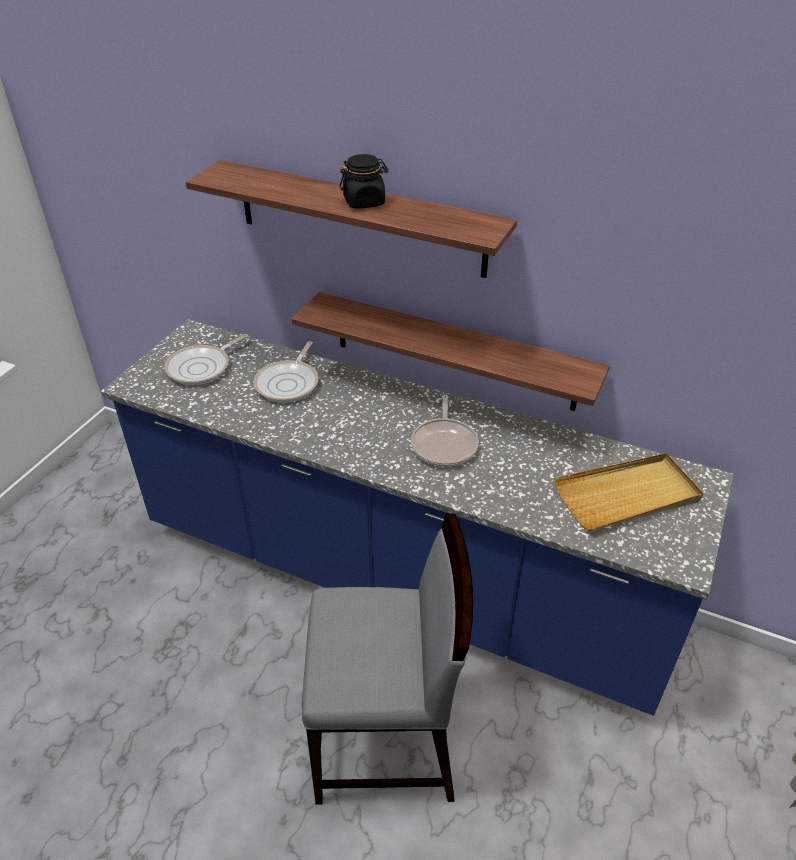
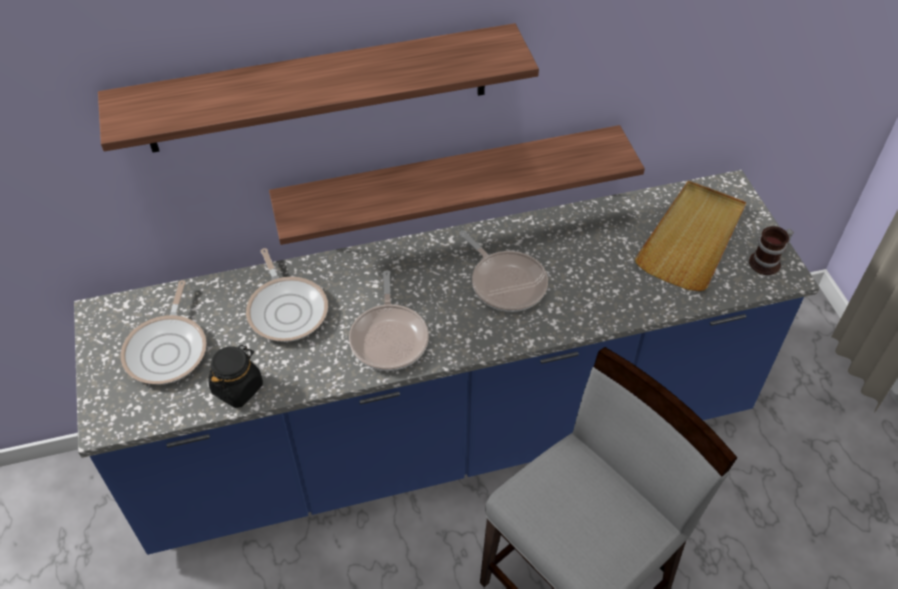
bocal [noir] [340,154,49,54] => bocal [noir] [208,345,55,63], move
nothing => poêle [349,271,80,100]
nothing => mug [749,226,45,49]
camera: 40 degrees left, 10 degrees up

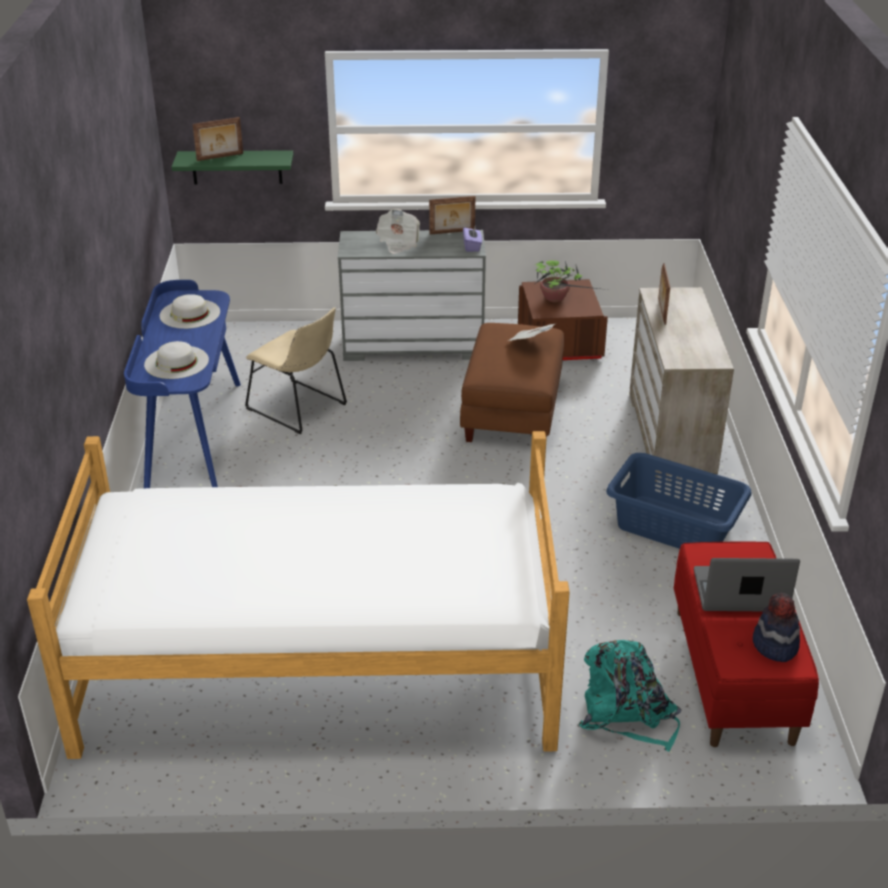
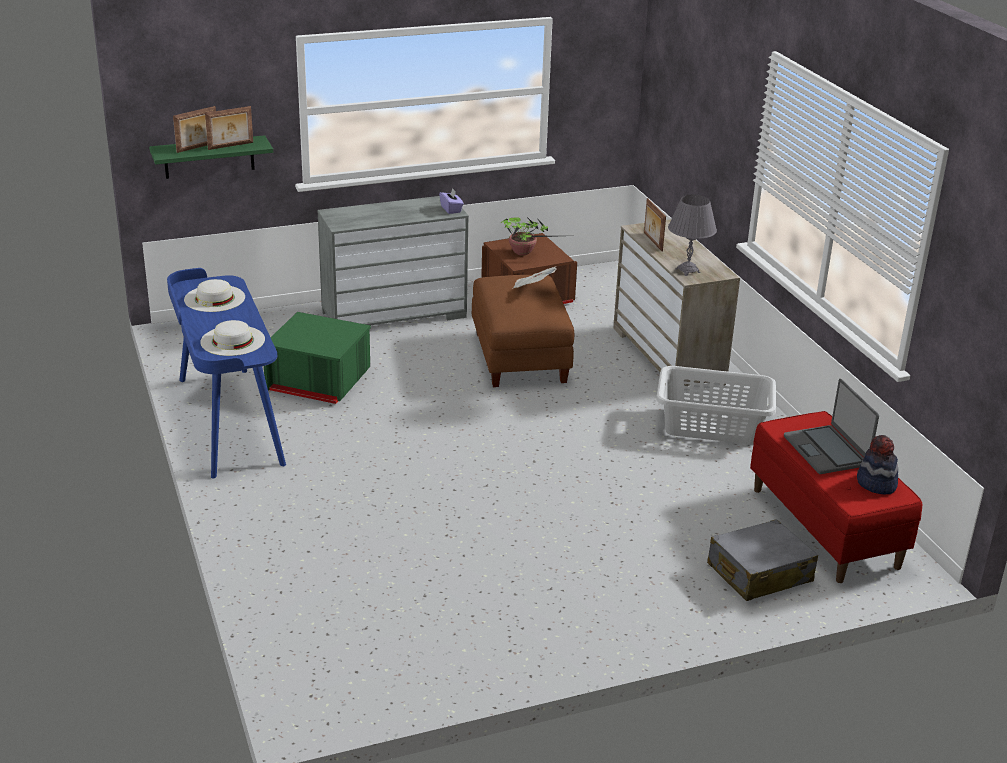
lit [27,431,543,328] => nothing
chaise [beige] [245,308,102,126] => boîte de rangement [vert] [264,312,107,92]
journal [376,209,44,45] => nothing
cadre photo [429,196,46,38] => cadre photo [205,106,48,44], move
sac à dos [turquoise] [578,640,103,112] => valise [gris] [707,519,111,82]
panier à linge [bleu] [606,453,146,96] => panier à linge [gris] [656,366,120,78]
ordinateur portable [694,558,106,53] => ordinateur portable [784,379,95,95], 90 degrees counterclockwise
nothing => lampe de table [gris] [668,195,49,81]
camera: 20 degrees left, 5 degrees down

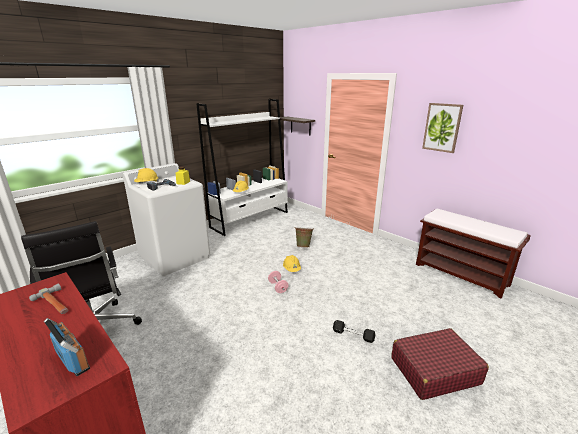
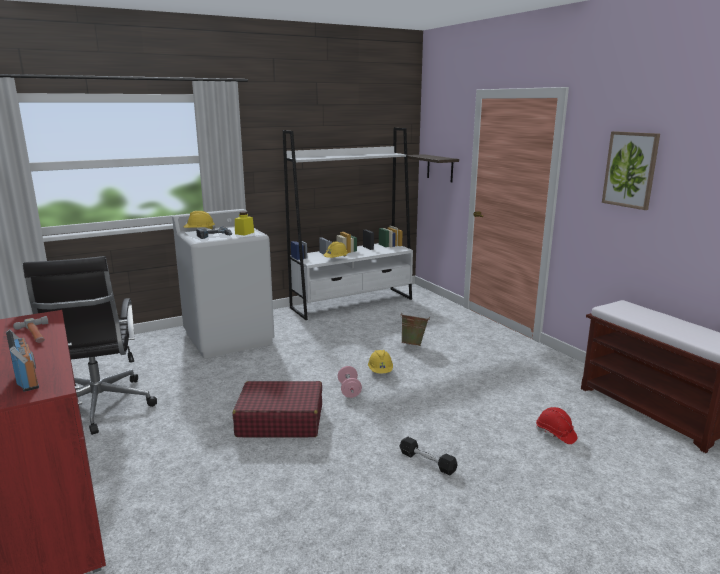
valise [rouge] [391,328,98,72] => valise [rouge] [233,381,89,56], move
nothing => casque de chantier [rouge] [536,407,41,37]
camera: 15 degrees right, 5 degrees down

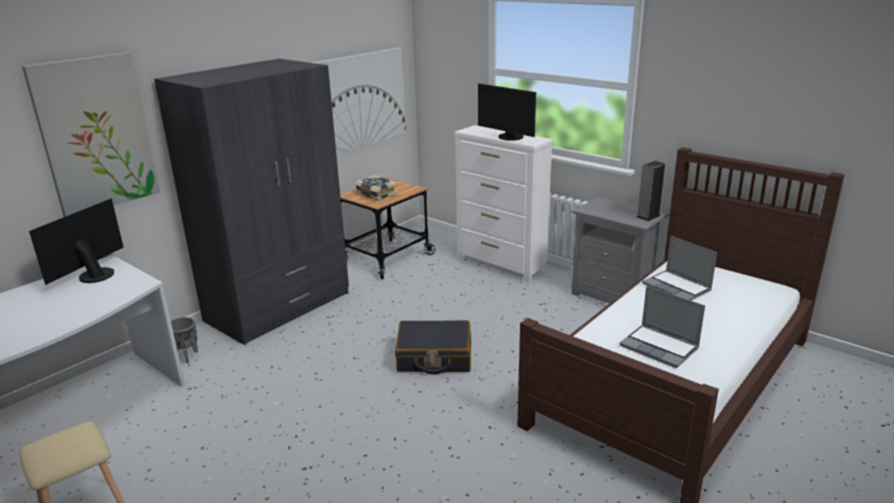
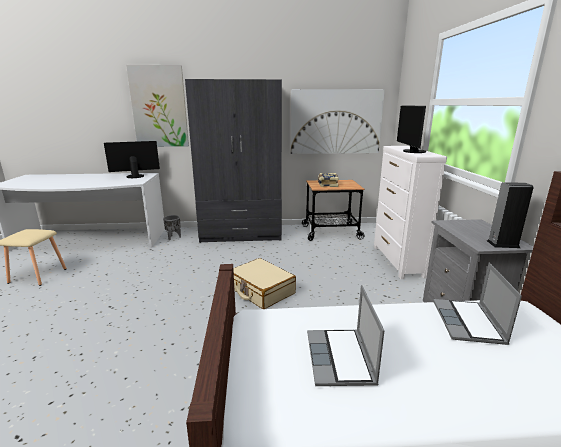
valise [noir] [395,320,76,54] => valise [beige] [233,258,63,51]
camera: 45 degrees right, 5 degrees down

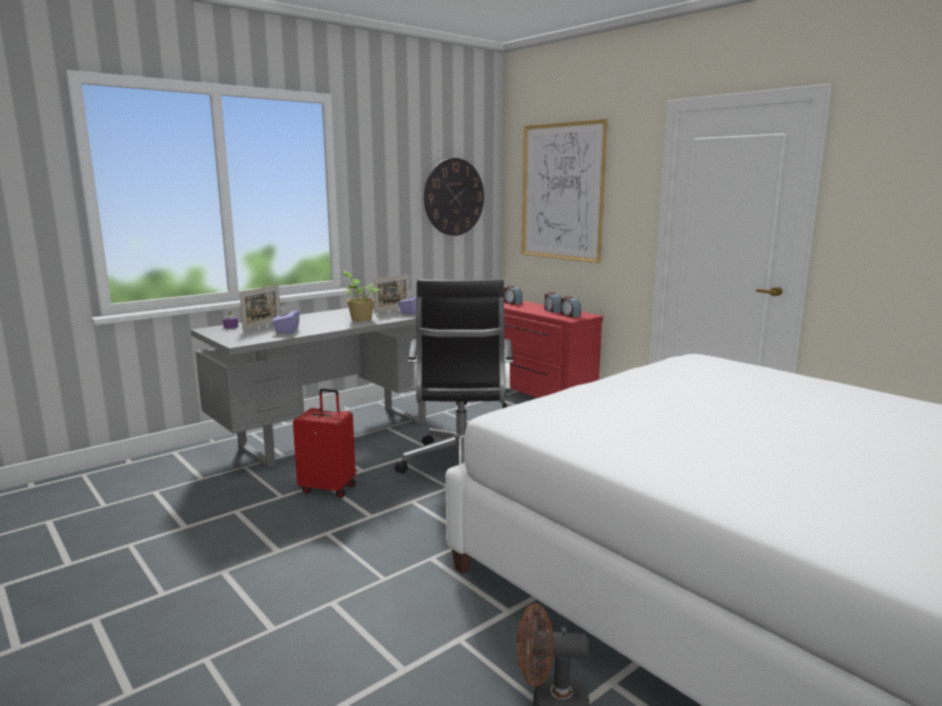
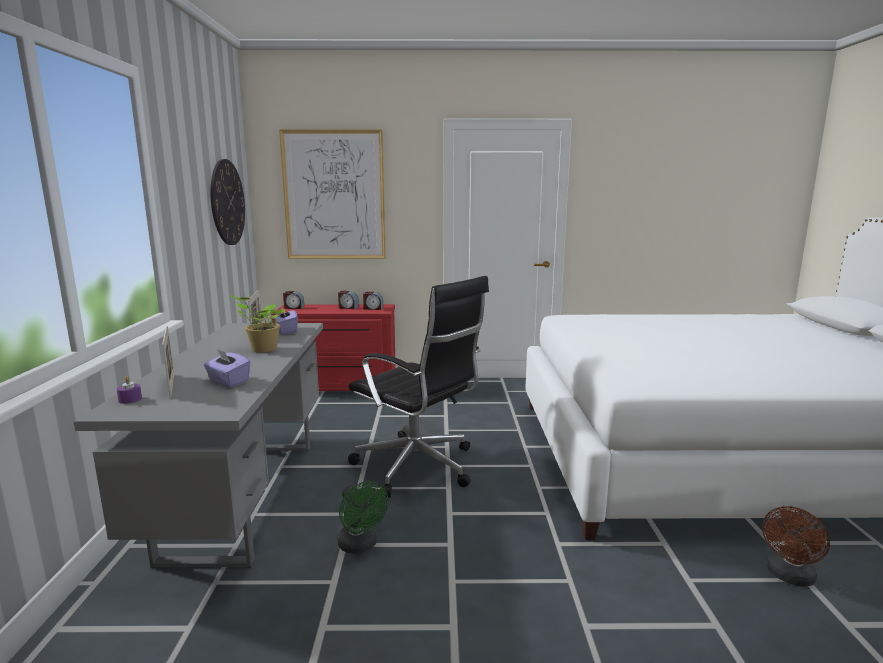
valise [rouge] [293,388,63,110] => ventilateur [vert] [337,481,51,72]
camera: 50 degrees left, 0 degrees up

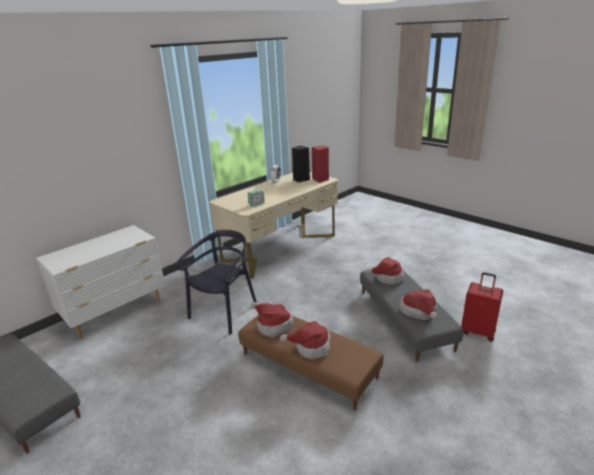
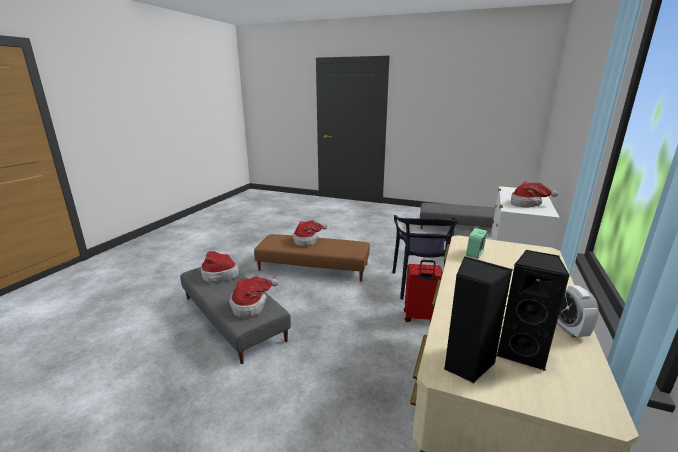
chapeau [251,302,43,35] => chapeau [511,181,47,27], move
enceinte [rouge] [312,146,17,37] => enceinte [noir] [444,256,69,127]
valise [rouge] [461,272,42,70] => valise [rouge] [404,260,39,62], move
camera: 155 degrees right, 5 degrees down

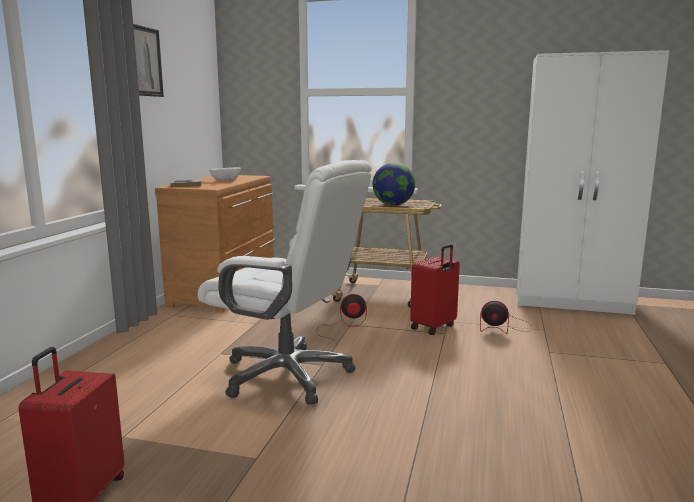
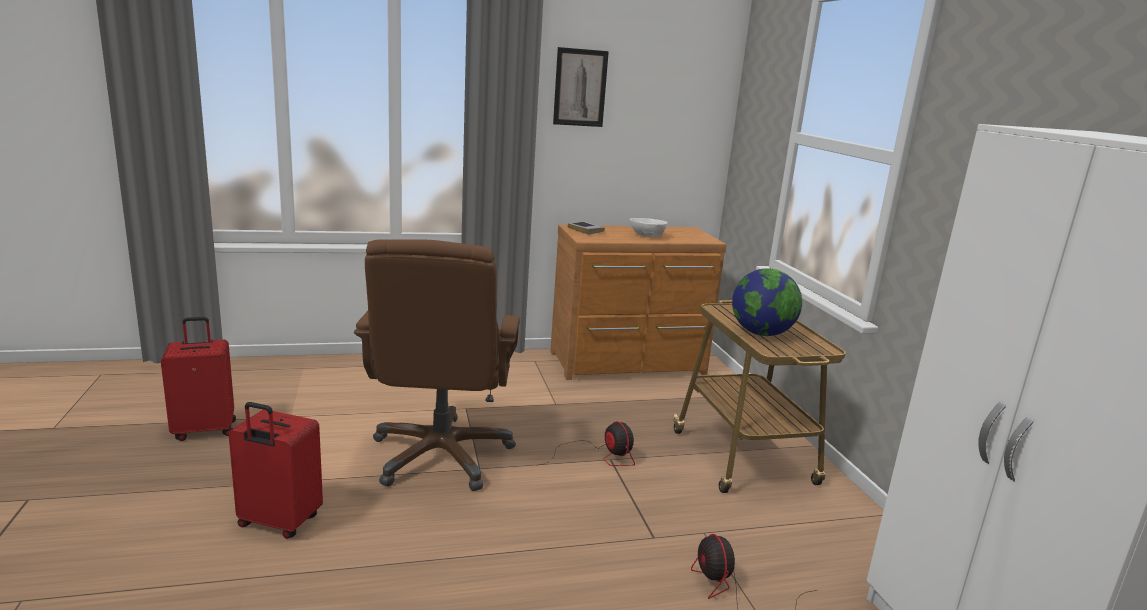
chaise de bureau [blanc] [198,160,174,245] => chaise de bureau [marron] [354,239,166,252]
valise [rouge] [410,244,50,91] => valise [rouge] [229,402,94,137], move
camera: 60 degrees right, 5 degrees up

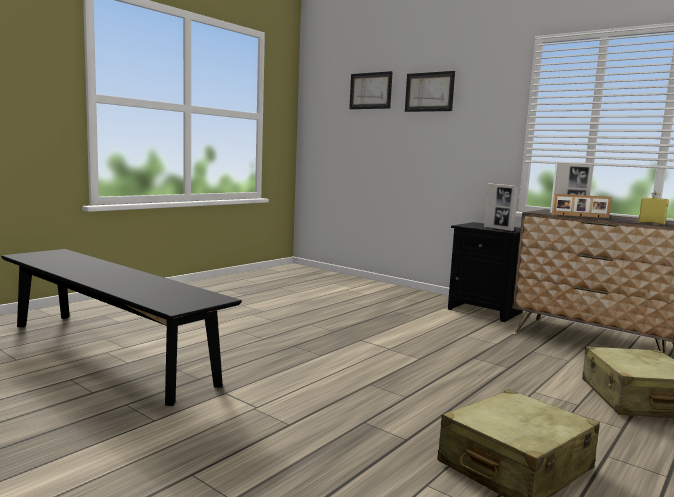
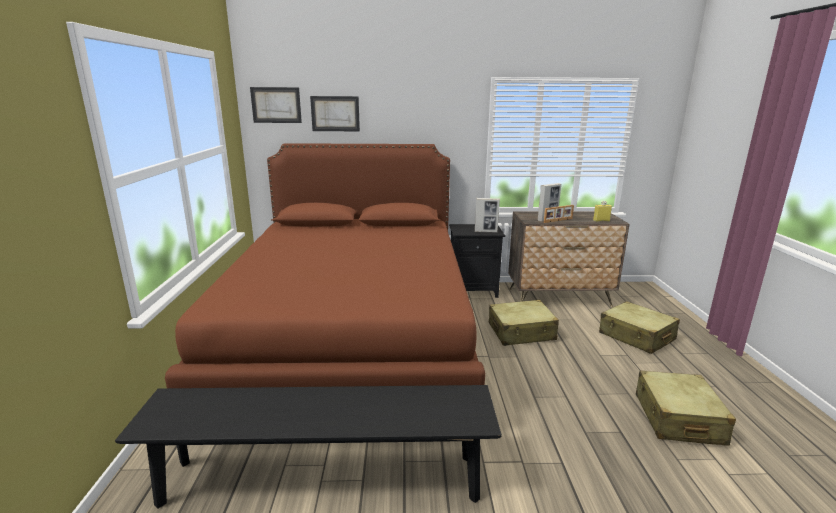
tableau [405,71,50,41] => tableau [250,87,52,36], move
nothing => lit [marron] [165,143,320,245]
nothing => valise [beige] [489,300,70,46]
camera: 40 degrees left, 10 degrees up

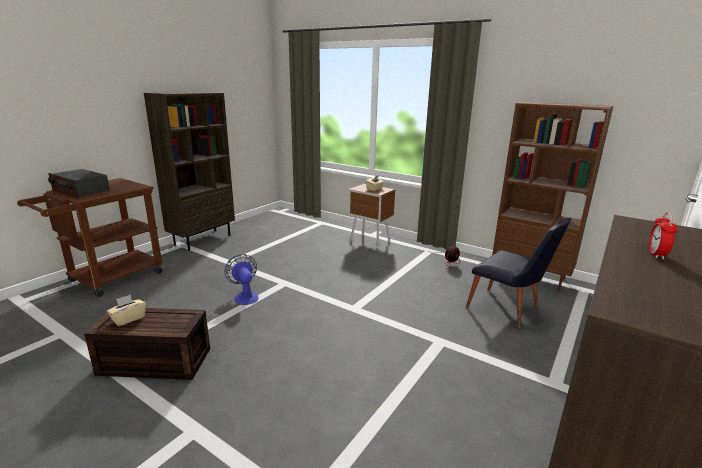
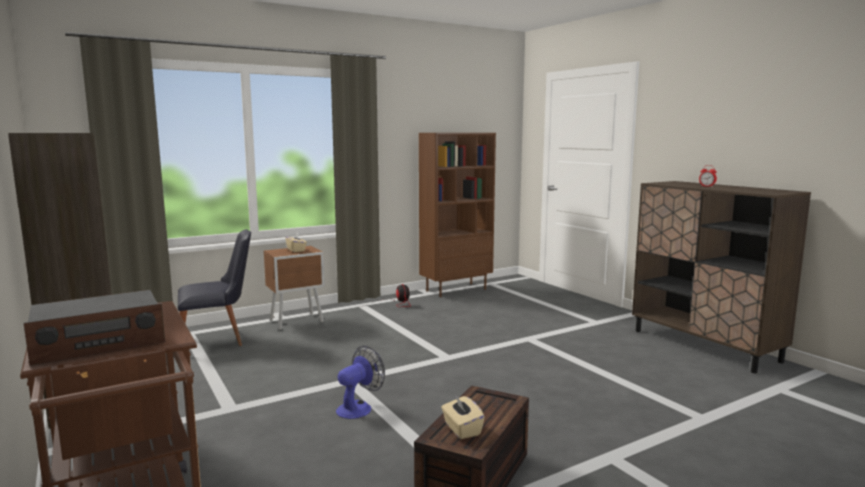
ventilateur [225,254,34,51] => ventilateur [336,346,49,73], 135 degrees clockwise
chaise [noir] [466,217,105,111] => chaise [noir] [178,229,73,117], move
camera: 65 degrees left, 10 degrees down

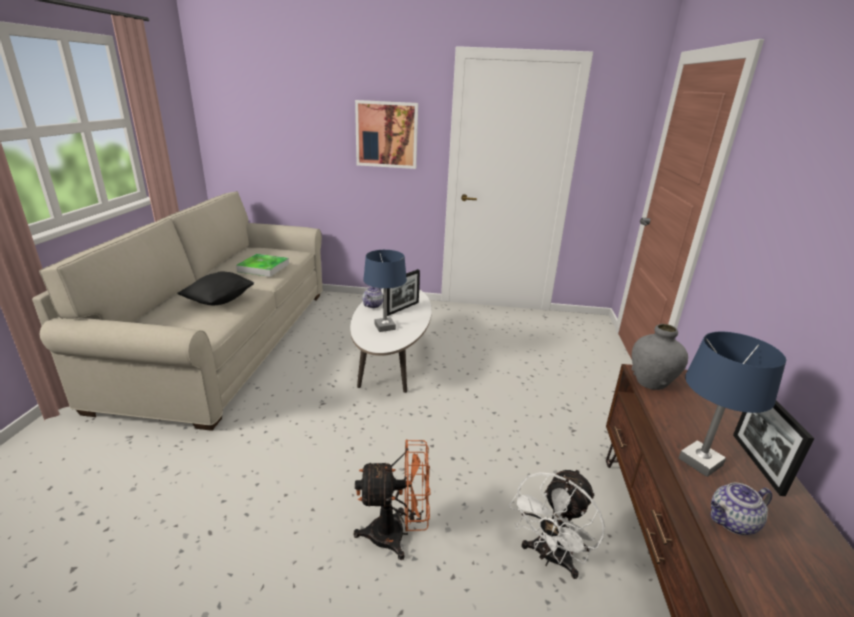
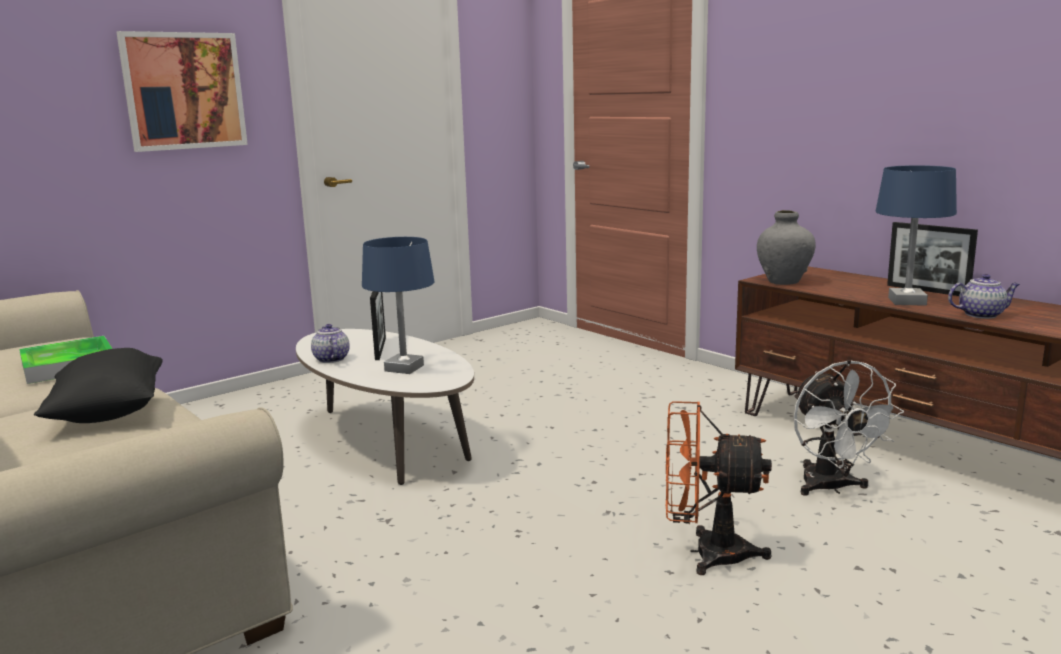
ventilateur [orange] [354,439,77,121] => ventilateur [orange] [666,401,106,174], 120 degrees counterclockwise
théière [710,482,62,53] => théière [948,274,72,45], 120 degrees counterclockwise
camera: 45 degrees left, 10 degrees down

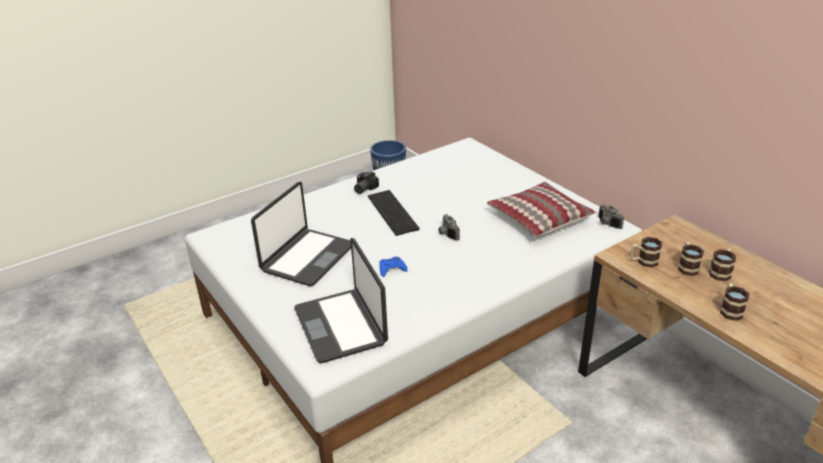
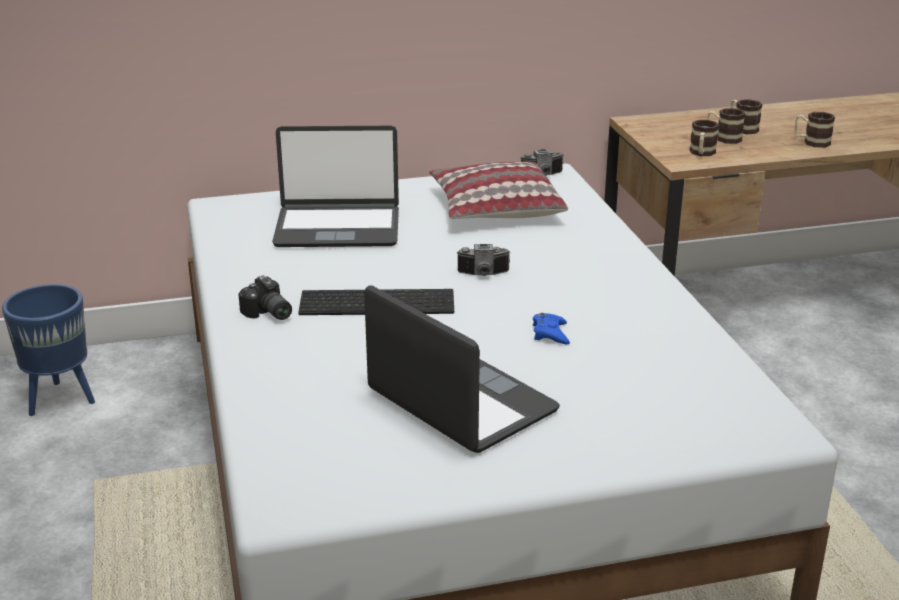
ordinateur portable [294,238,94,125] => ordinateur portable [272,126,127,121], move
camera: 70 degrees left, 5 degrees down

